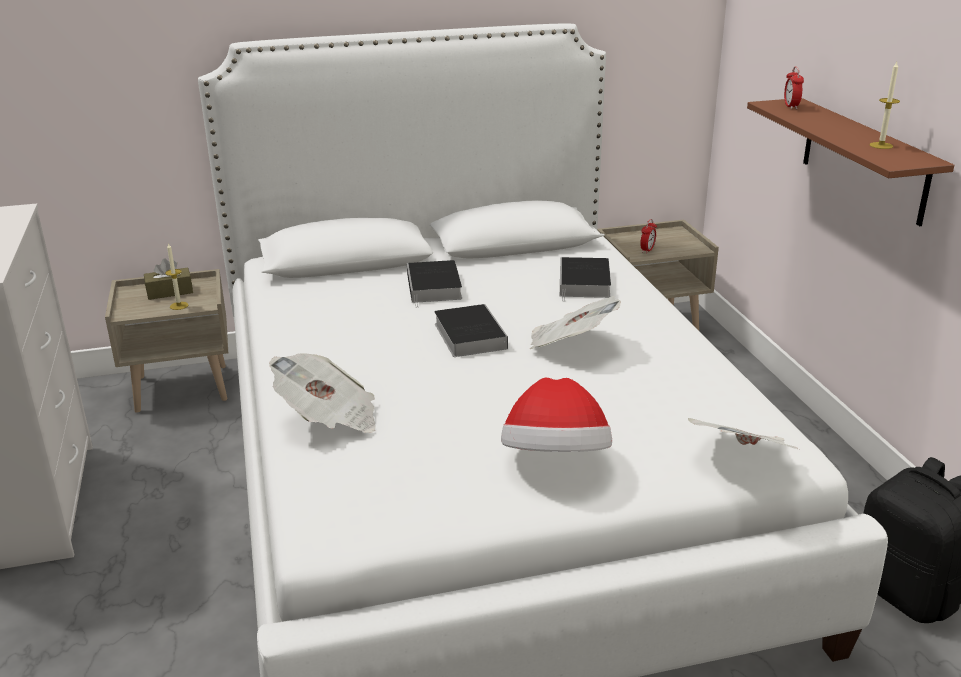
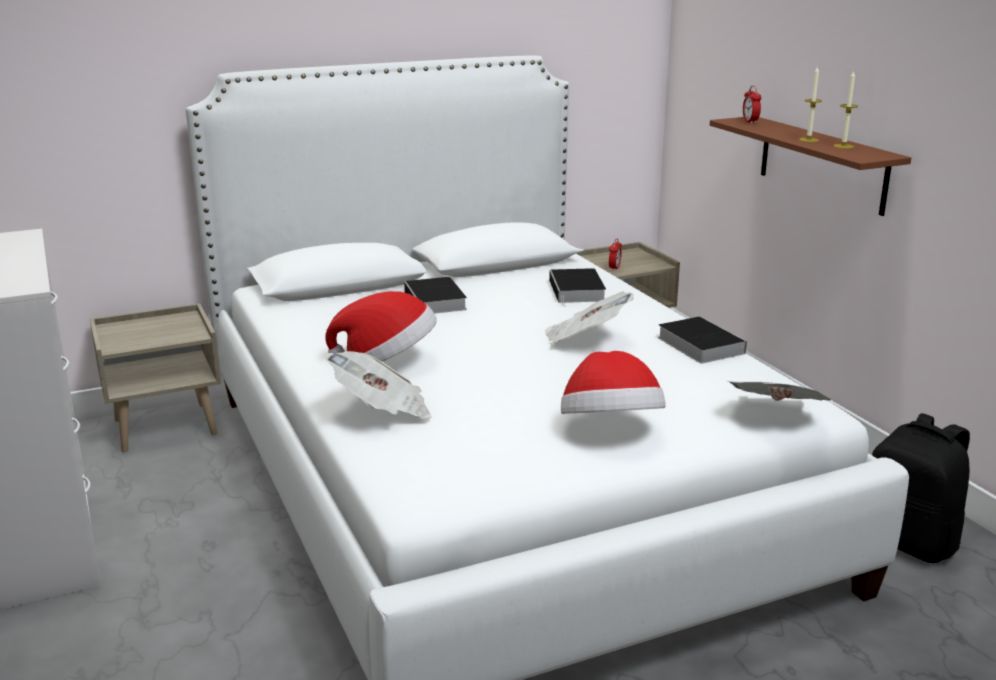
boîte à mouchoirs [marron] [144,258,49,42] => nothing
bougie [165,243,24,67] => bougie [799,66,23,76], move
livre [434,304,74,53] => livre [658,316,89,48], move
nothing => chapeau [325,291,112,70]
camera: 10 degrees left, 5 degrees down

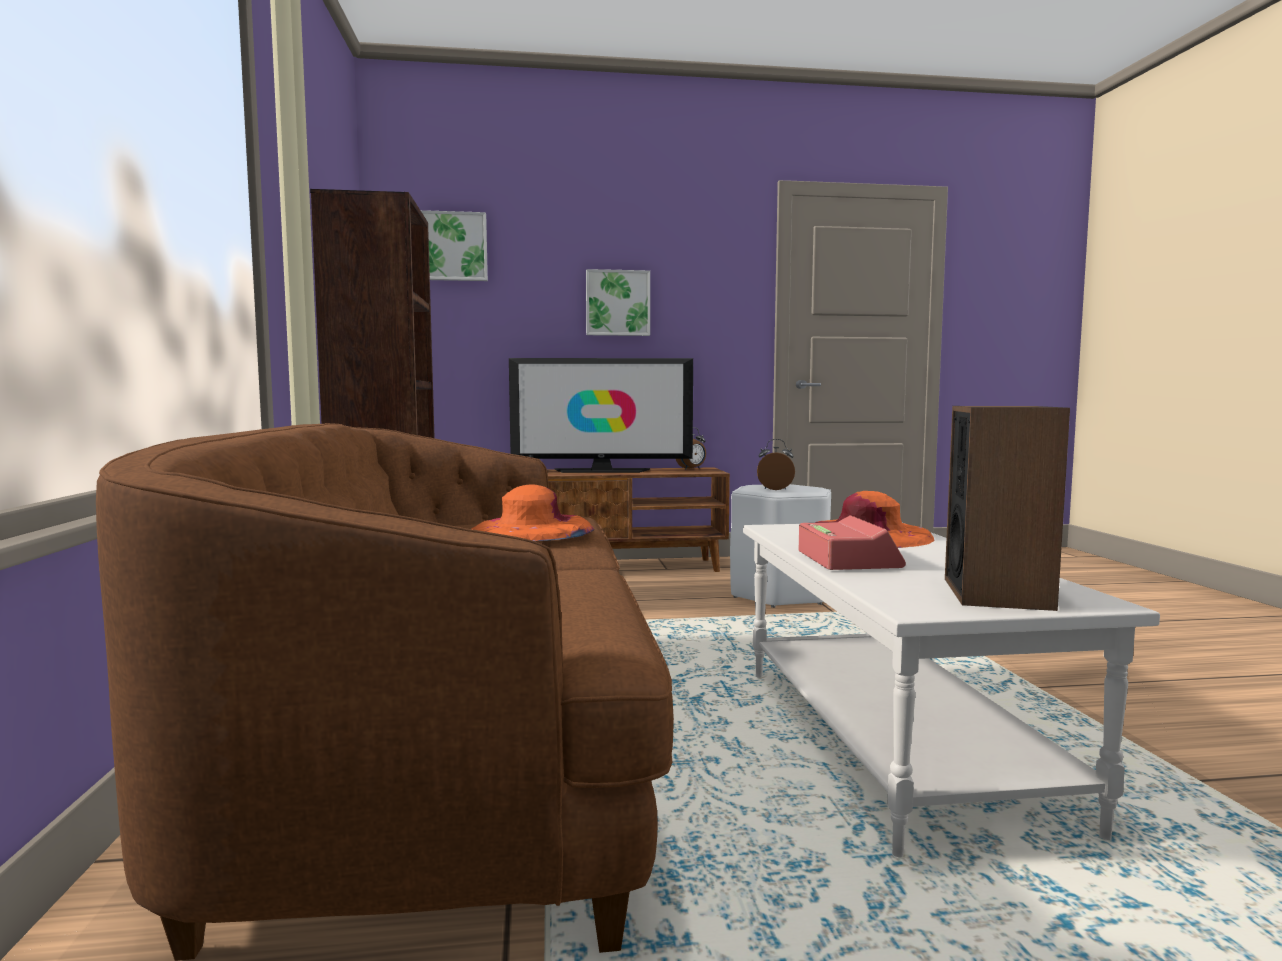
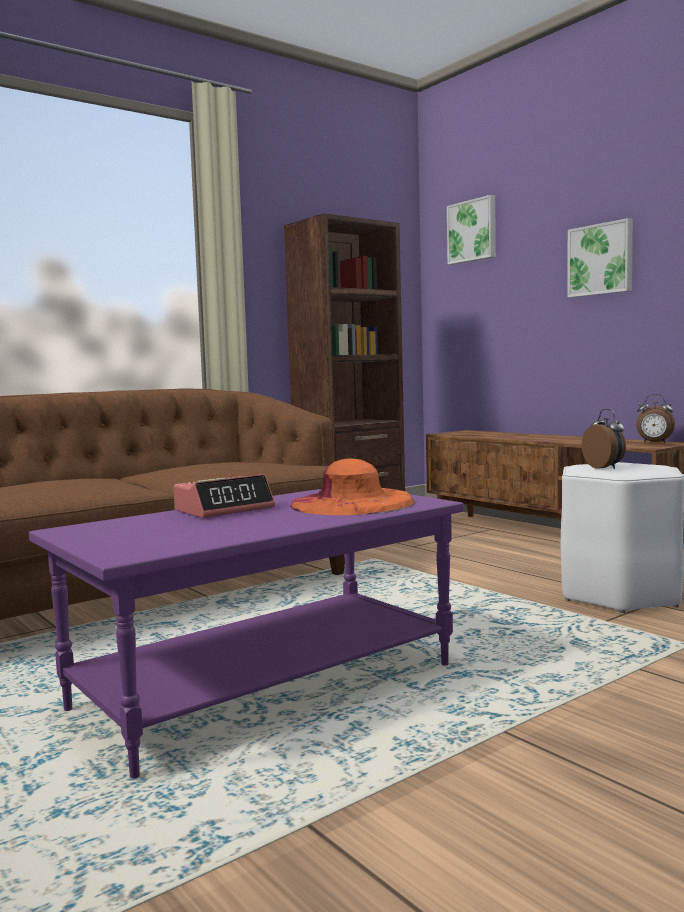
chapeau [orange] [471,484,123,57] => nothing
téléviseur [509,358,184,115] => nothing
table basse [blanc] [743,522,417,335] => table basse [violet] [29,489,435,290]
enceinte [945,406,125,205] => nothing
camera: 60 degrees right, 0 degrees up

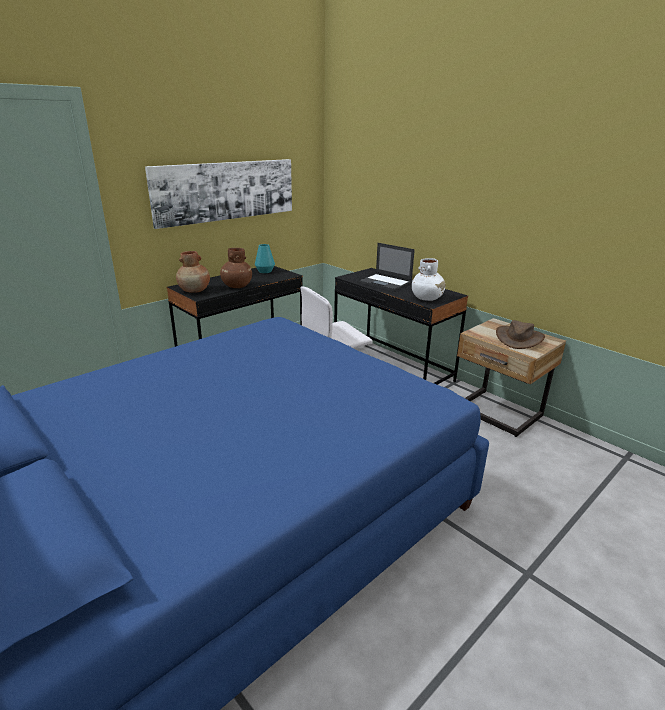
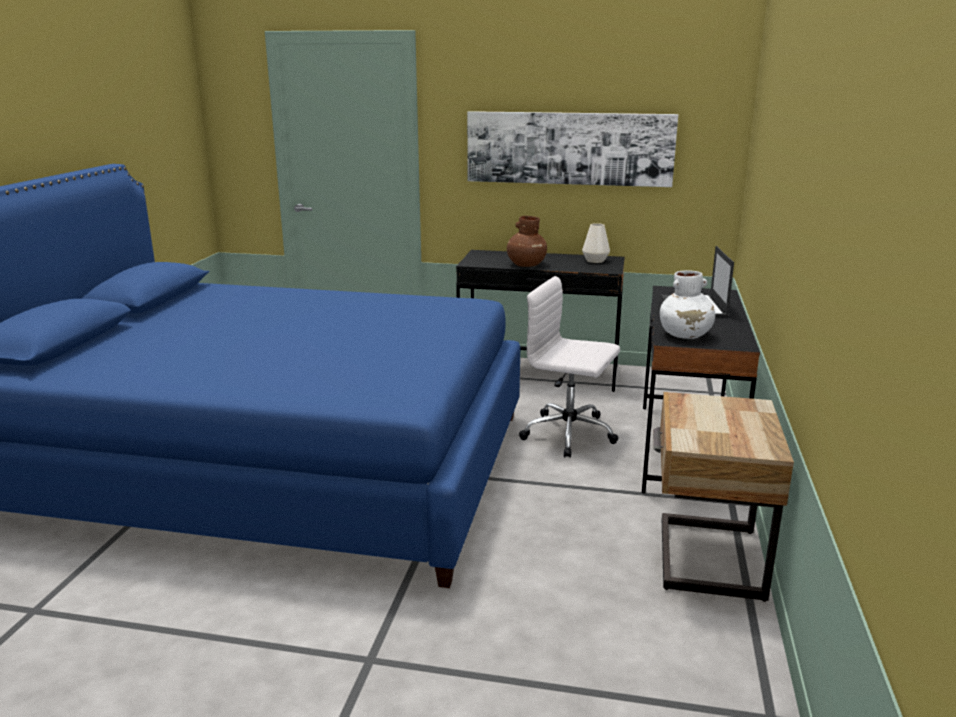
vase [marron] [176,251,34,42] => nothing
vase [turquoise] [255,244,20,29] => vase [blanc] [582,223,28,40]
chapeau [marron] [496,320,49,29] => nothing
camera: 55 degrees right, 5 degrees down

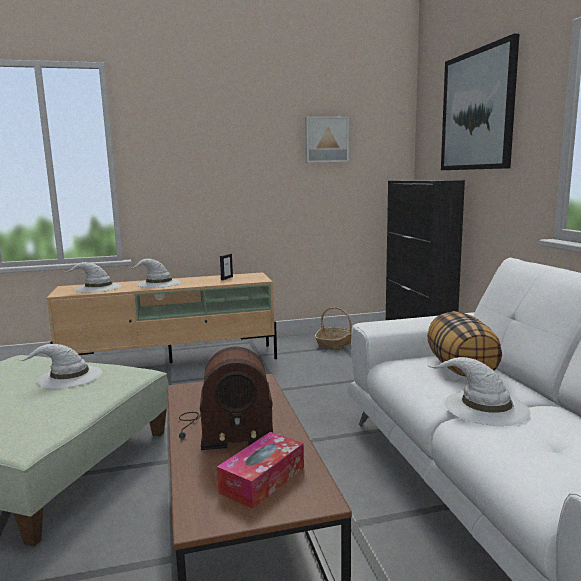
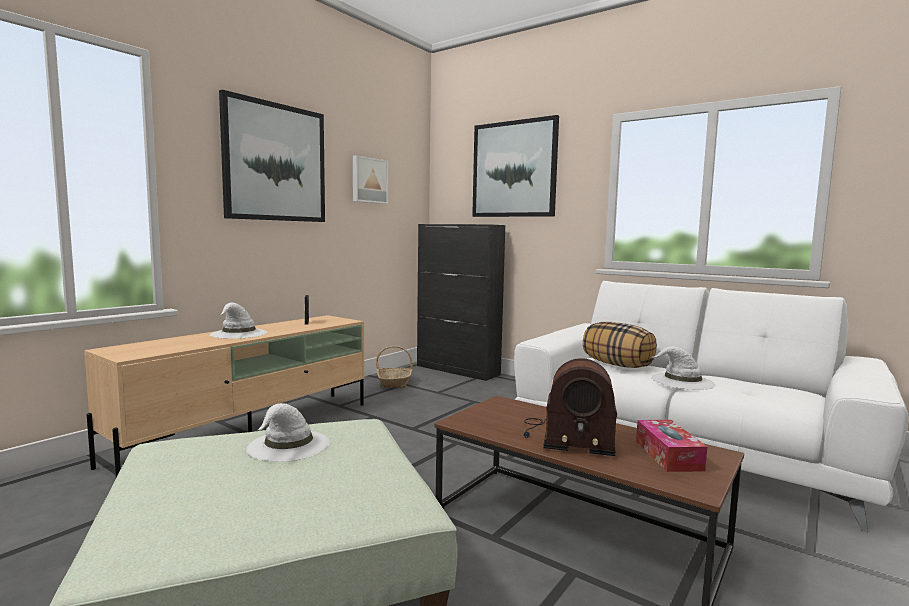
chapeau [blanc] [66,262,56,30] => nothing
radio [179,347,94,103] => radio [524,358,93,98], 60 degrees clockwise
nothing => tableau [219,90,106,132]
camera: 40 degrees left, 5 degrees down

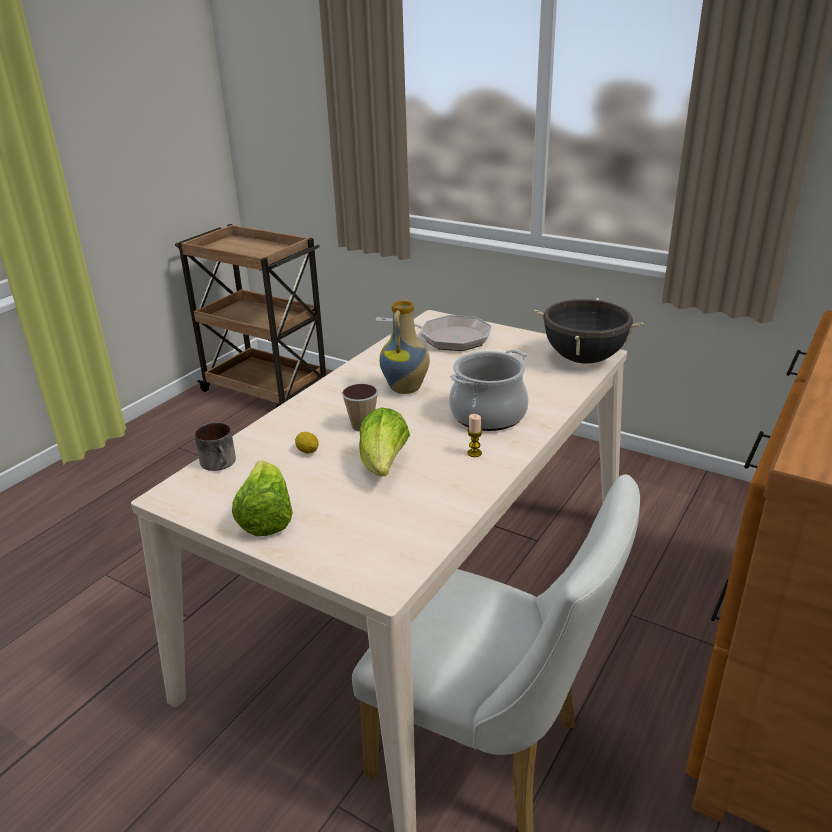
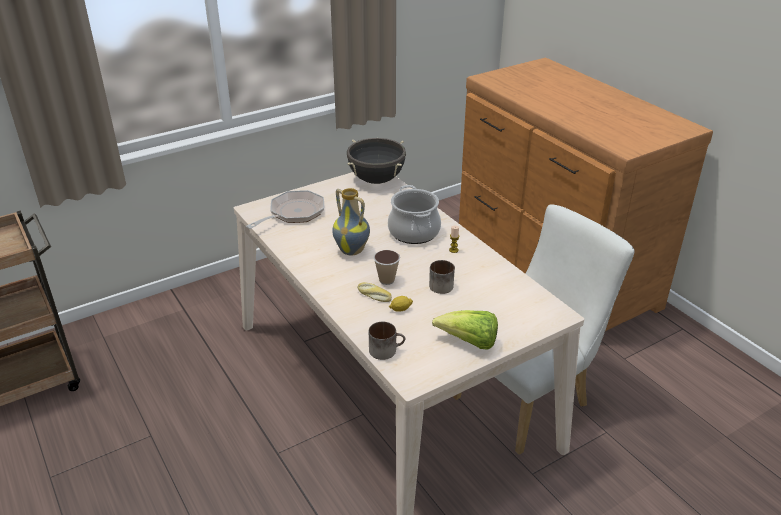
laitue [359,407,51,69] => mug [429,260,26,34]
nothing => pain [357,282,35,20]
camera: 65 degrees left, 5 degrees up

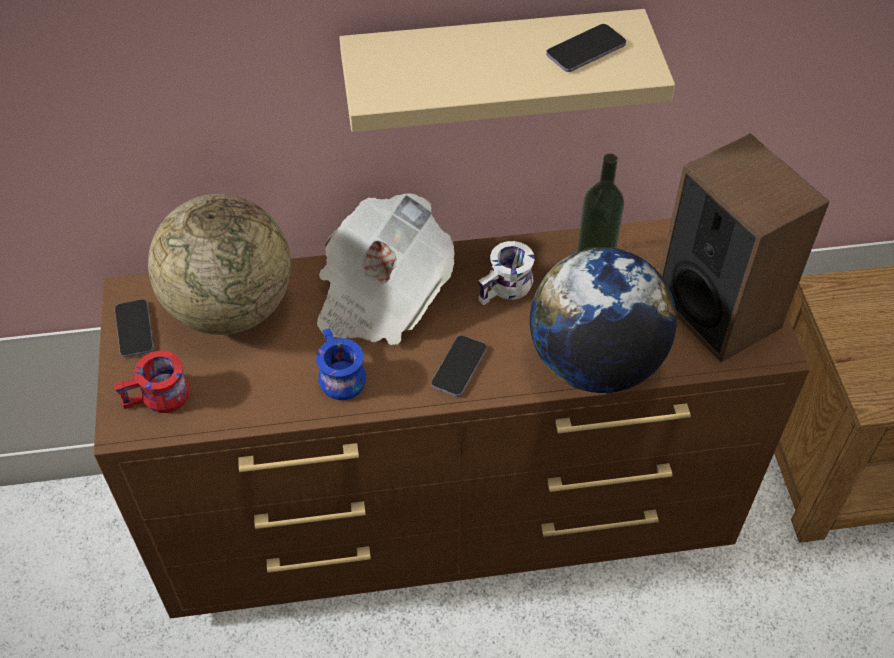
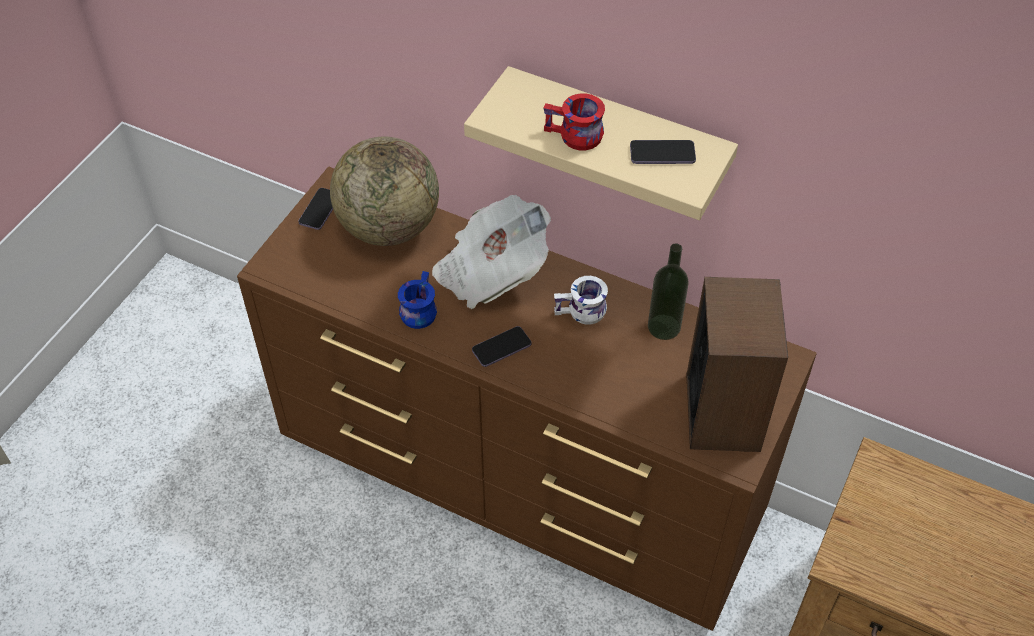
mug [rouge] [114,351,76,62] => mug [rouge] [543,94,62,56], move
globe [530,247,147,146] => nothing
camera: 35 degrees right, 0 degrees up

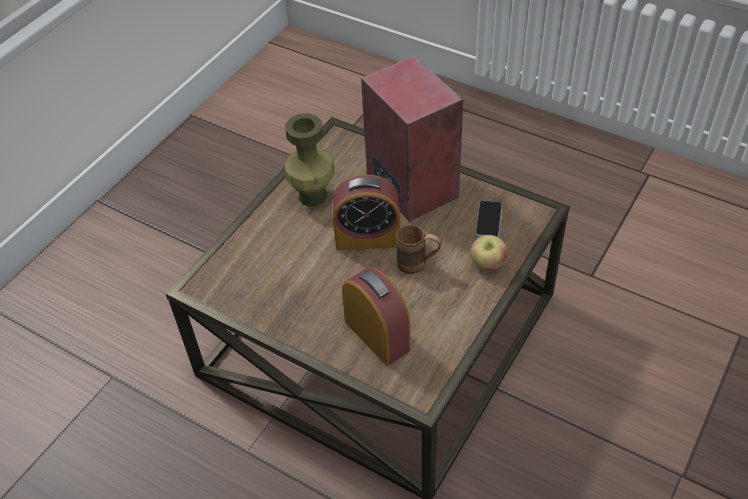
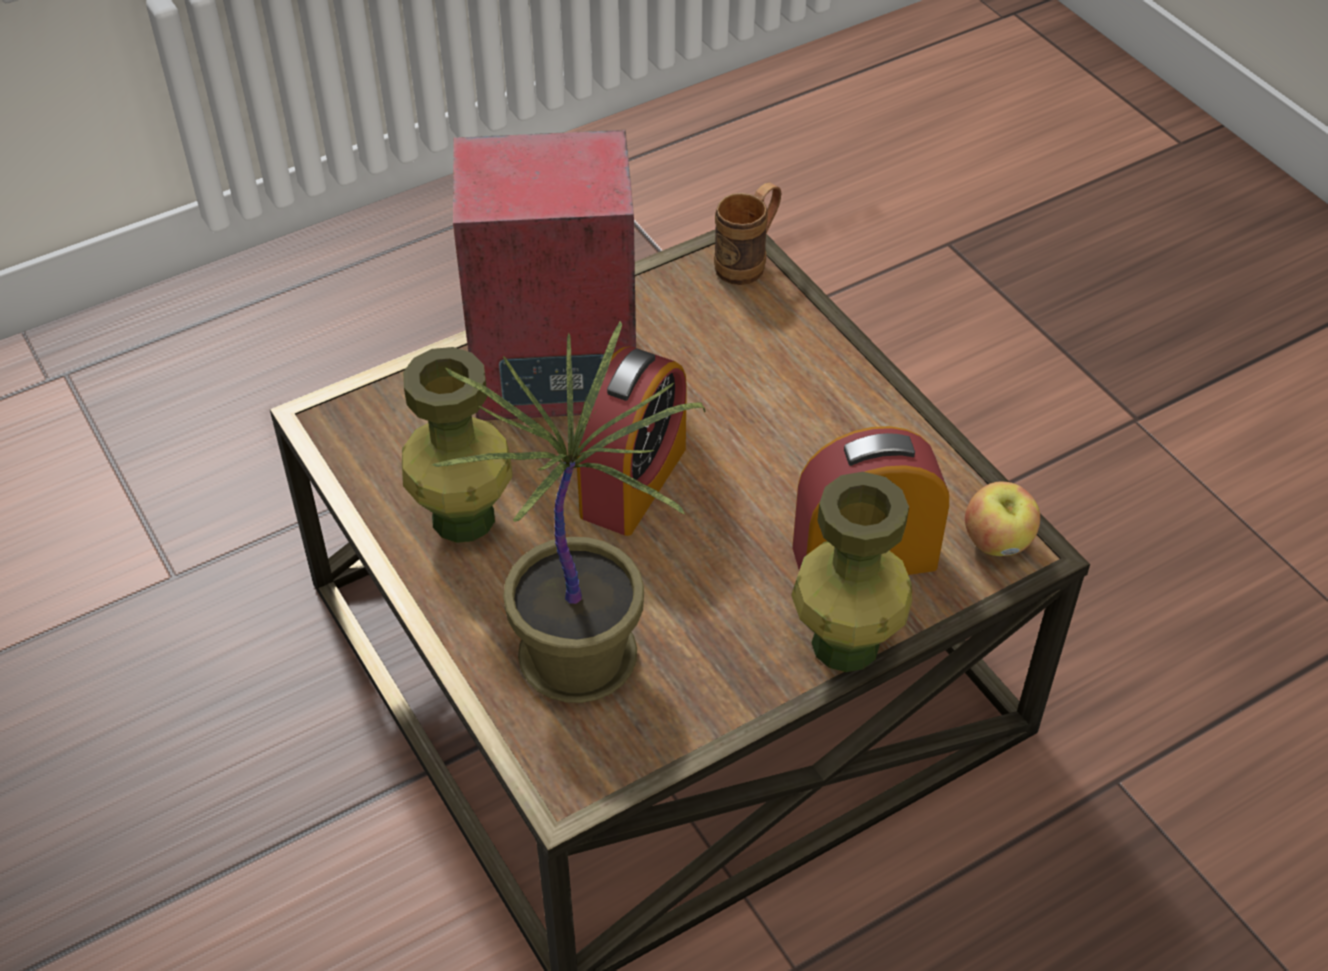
mug [marron] [396,225,46,49] => mug [marron] [714,183,68,102], move
pomme [470,235,38,36] => pomme [965,482,75,74], move
téléphone [475,201,28,36] => nothing
nothing => plante en pot [432,321,273,382]
nothing => vase [vert] [791,472,121,200]
camera: 65 degrees left, 0 degrees up

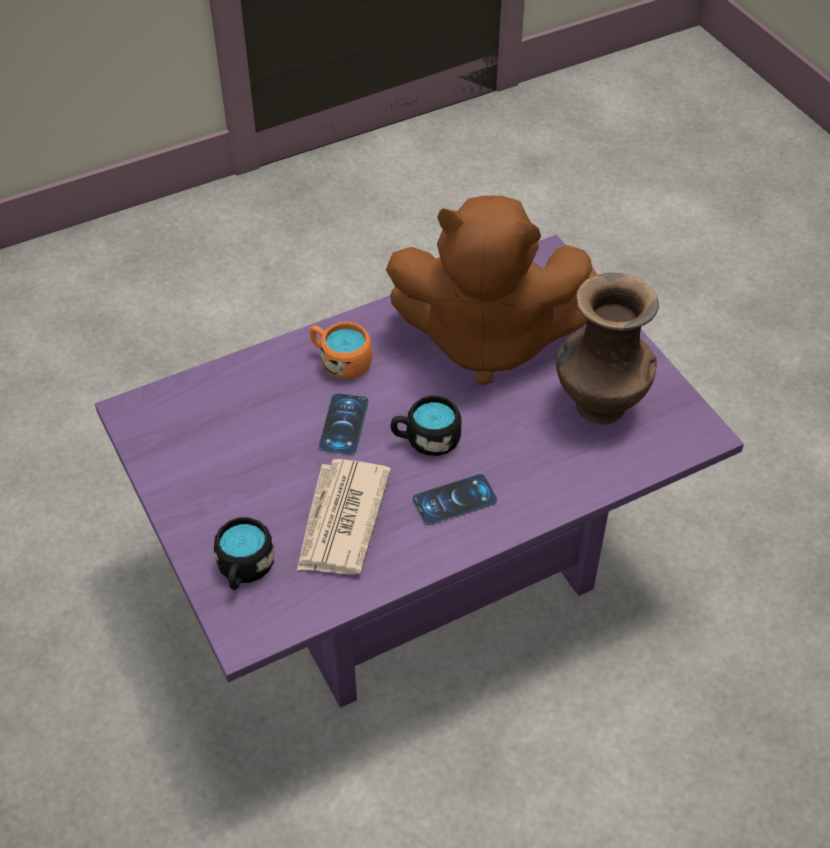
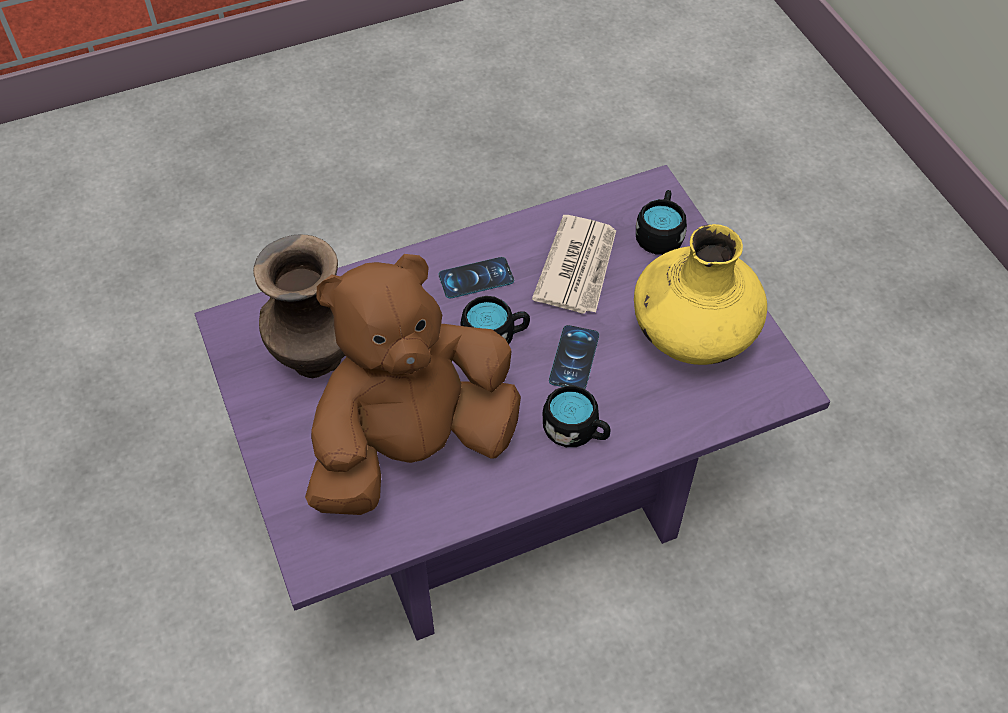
mug [orange] [310,322,62,57] => mug [noir] [543,386,67,61]
peluche [marron] [386,195,212,190] => peluche [marron] [305,254,216,261], 45 degrees counterclockwise
nothing => vase [jaune] [634,224,133,141]
camera: 175 degrees left, 5 degrees up

